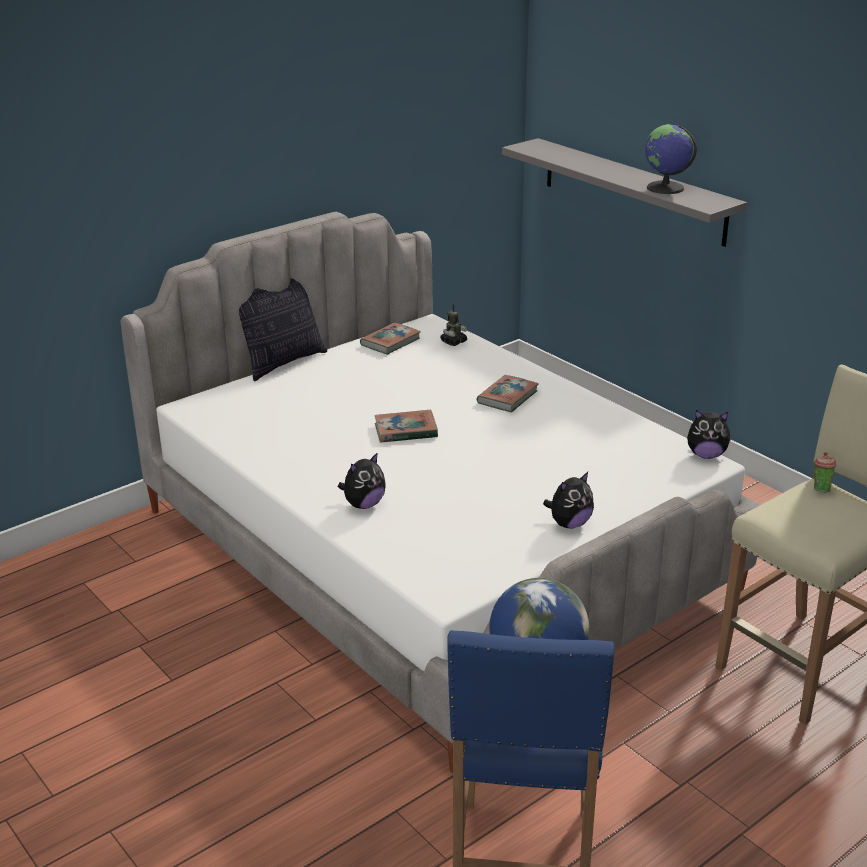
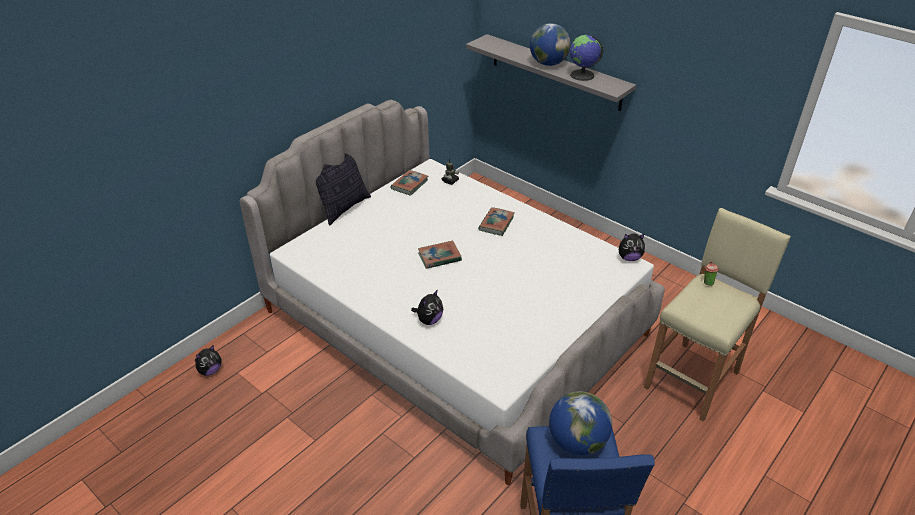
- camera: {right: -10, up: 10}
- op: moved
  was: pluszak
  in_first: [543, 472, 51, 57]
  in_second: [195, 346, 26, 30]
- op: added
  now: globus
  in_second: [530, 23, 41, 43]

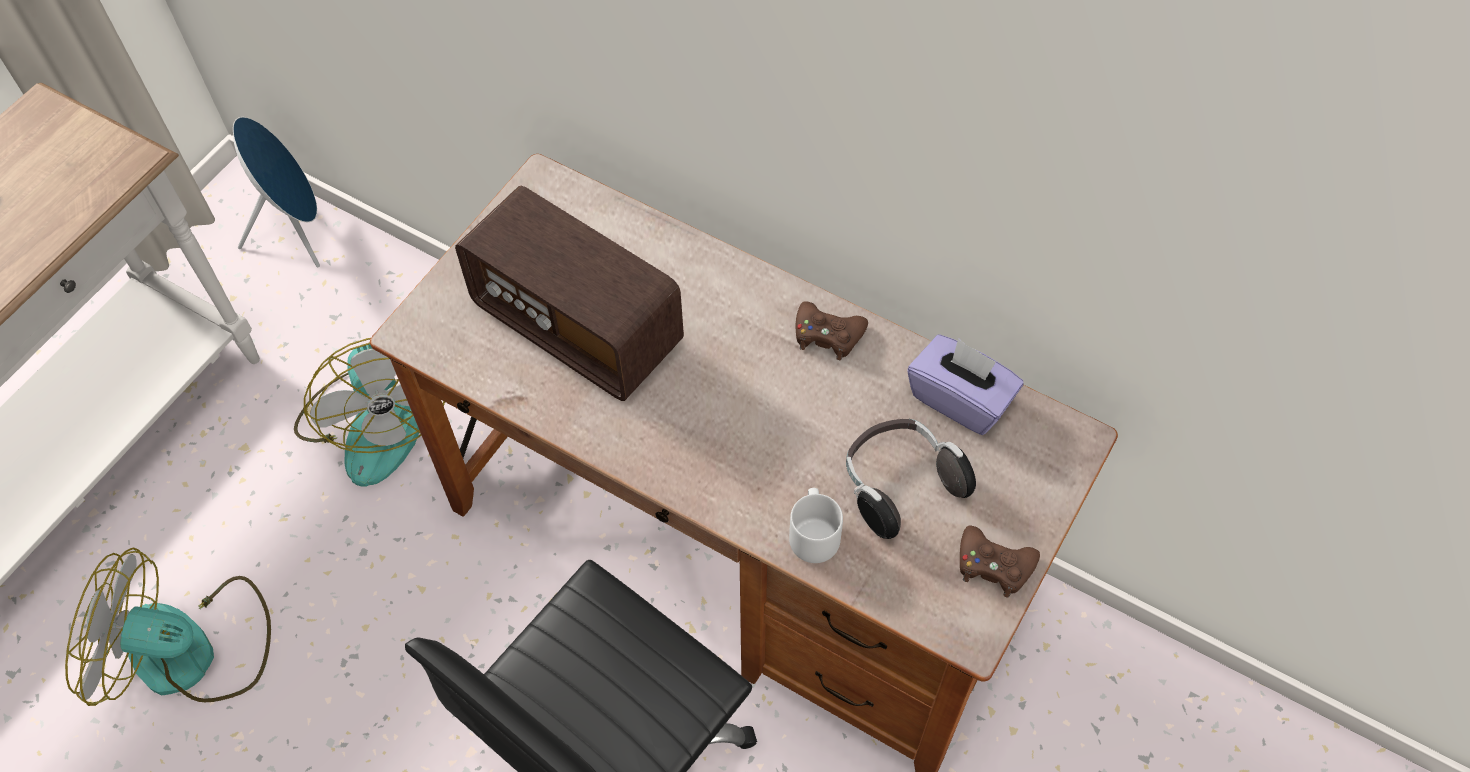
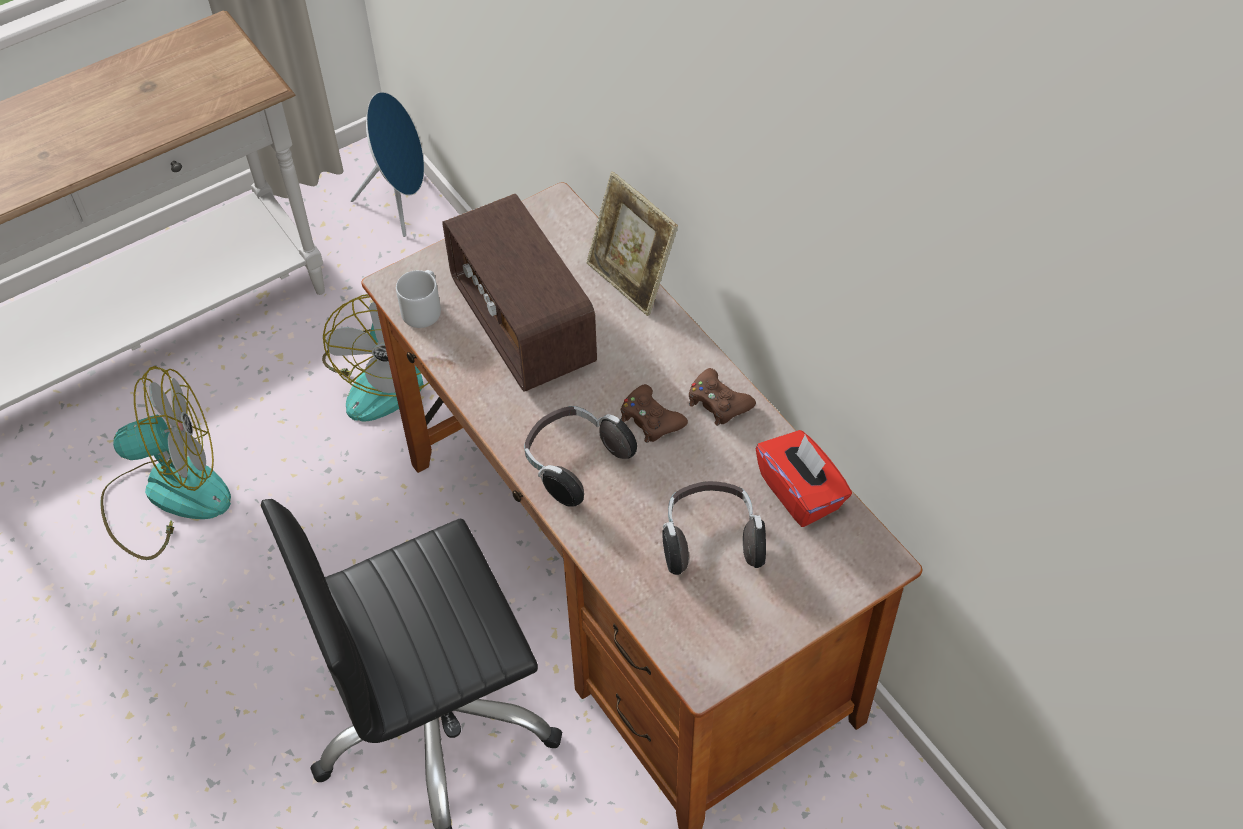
- camera: {right: 25, up: -5}
- op: recoloured
  was: pudełko chusteczek (fioletowy)
  now: pudełko chusteczek (czerwony)
  in_first: [907, 335, 117, 100]
  in_second: [756, 430, 96, 97]
- op: moved
  was: kubek (szary)
  in_first: [789, 488, 54, 75]
  in_second: [396, 270, 45, 58]
- op: moved
  was: pad do gier (brązowy)
  in_first: [960, 526, 80, 72]
  in_second: [621, 384, 67, 59]
- op: turned
  was: wentylator
  in_first: [65, 547, 206, 159]
  in_second: [101, 366, 130, 194]
  clockwise: 135
- op: added
  now: ramka na zdjęcie
  in_second: [586, 172, 92, 144]
- op: added
  now: słuchawki
  in_second: [524, 406, 113, 101]

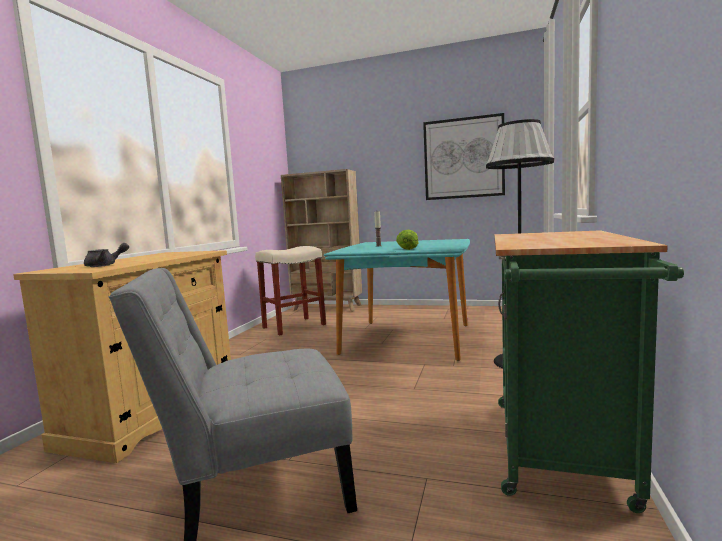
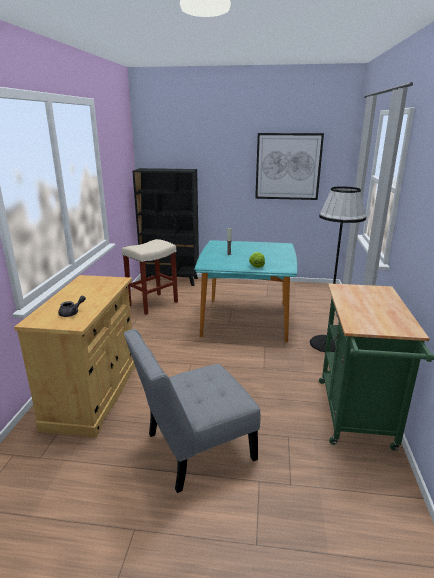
- camera: {right: -10, up: 15}
- op: recoloured
  was: regał (beżowy)
  now: regał (czarny)
  in_first: [281, 169, 81, 143]
  in_second: [132, 168, 67, 118]

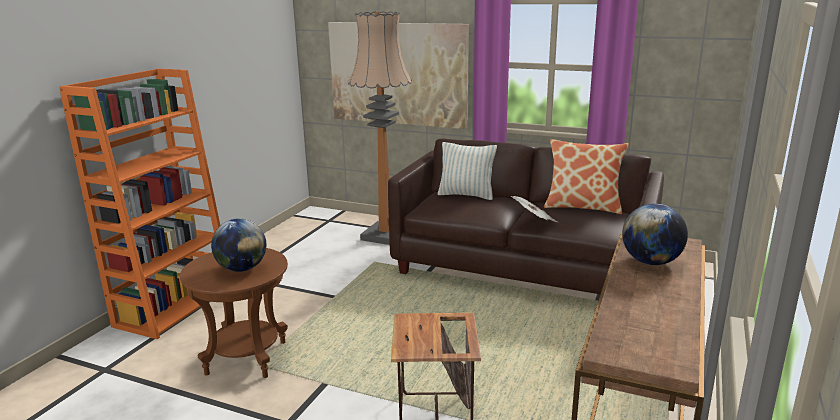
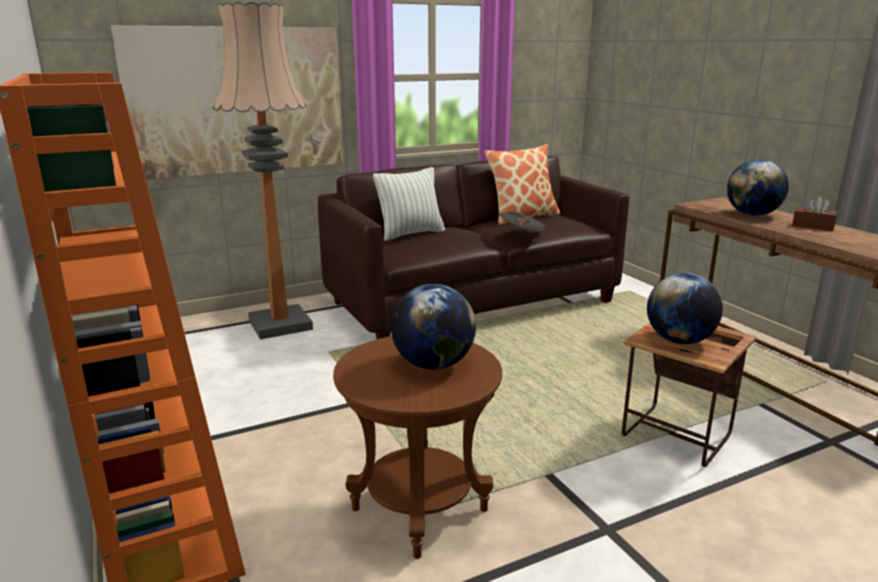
- camera: {right: -50, up: 0}
- op: added
  now: pudełko chusteczek (brązowy)
  in_second: [792, 196, 45, 35]
- op: added
  now: globus
  in_second: [647, 273, 76, 71]

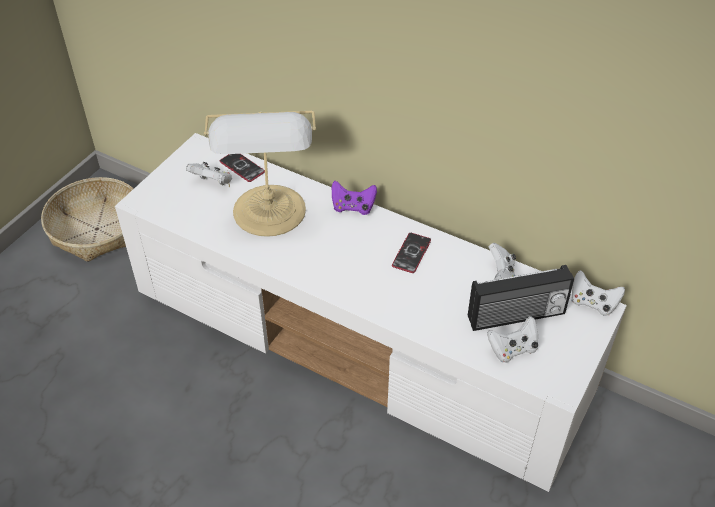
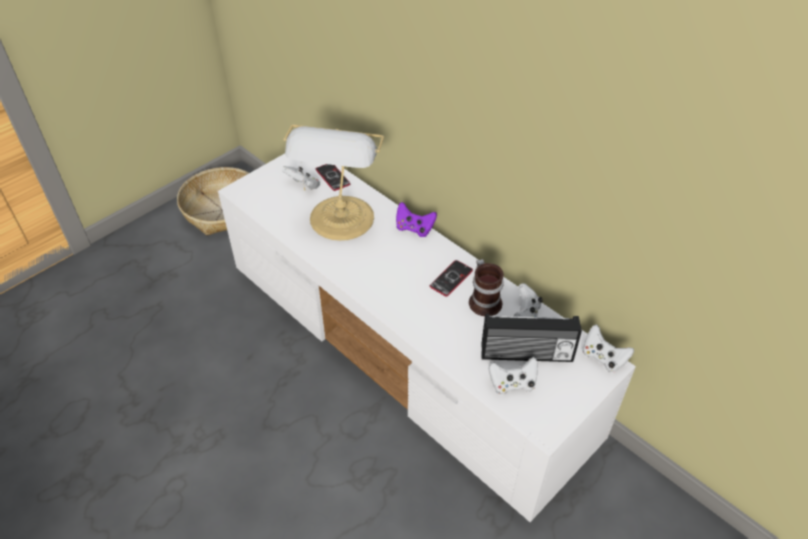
- camera: {right: 15, up: 0}
- op: added
  now: kubek
  in_second: [469, 259, 35, 57]

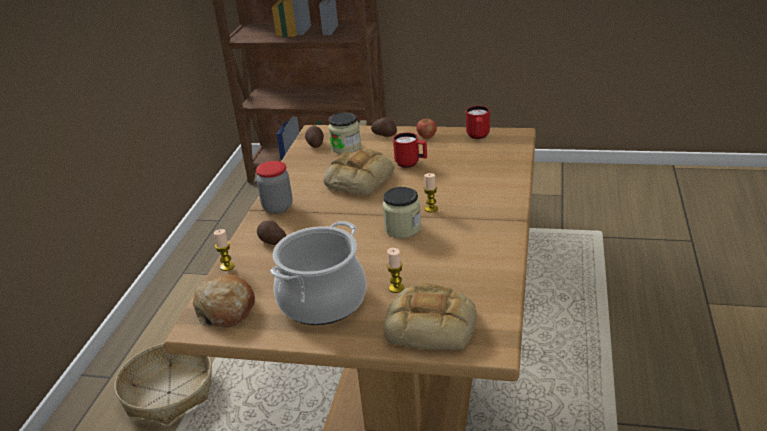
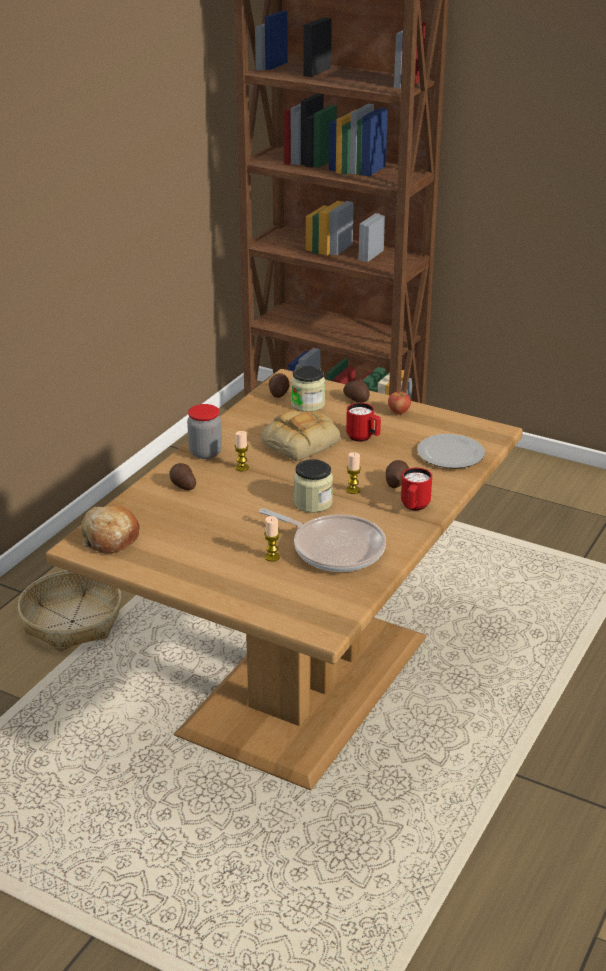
- camera: {right: 15, up: 0}
- op: moved
  was: kubek (czerwony)
  in_first: [466, 106, 24, 33]
  in_second: [401, 468, 31, 42]
- op: removed
  was: garnek
  in_first: [270, 221, 96, 104]
- op: moved
  was: świeca
  in_first: [214, 229, 20, 42]
  in_second: [235, 431, 14, 40]
- op: removed
  was: chleb
  in_first: [384, 283, 93, 68]
- op: added
  now: talerz
  in_second: [417, 434, 68, 34]
- op: added
  now: ziemniak
  in_second: [386, 460, 23, 28]
- op: added
  now: patelnia
  in_second: [259, 508, 127, 64]

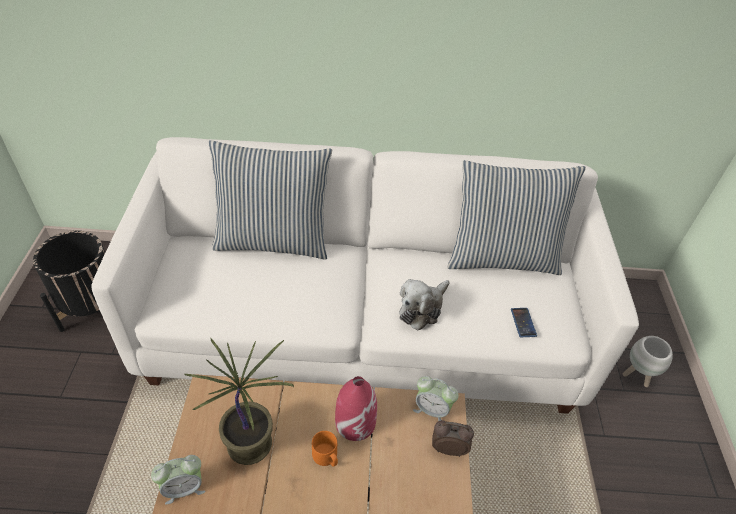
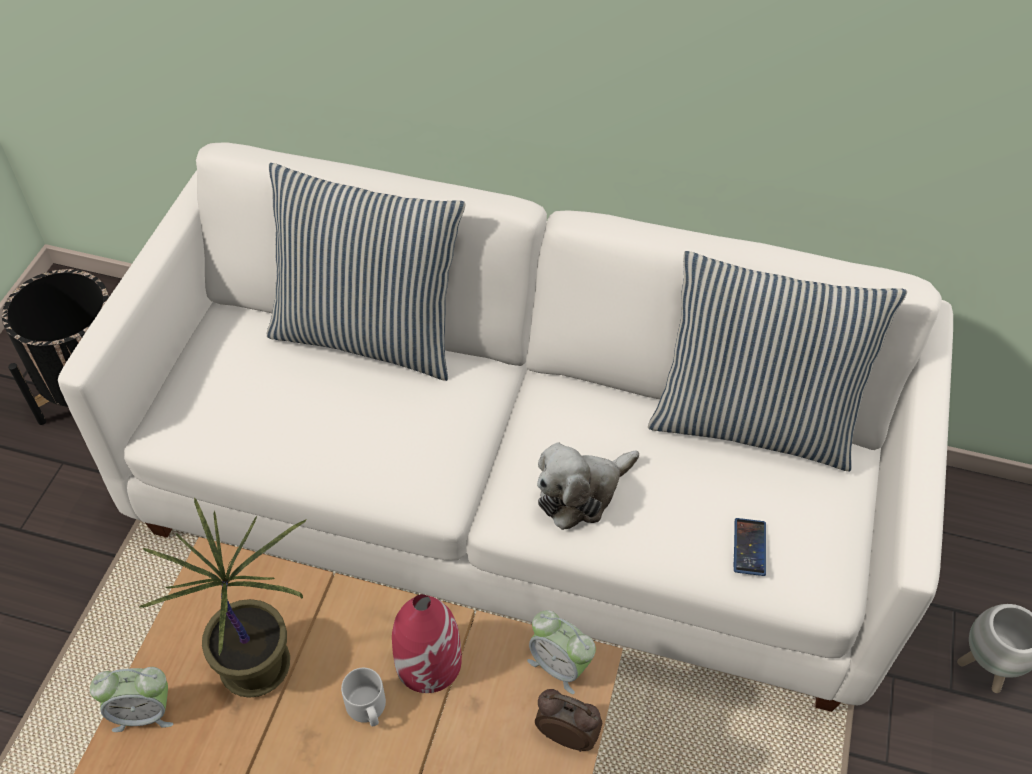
- camera: {right: 15, up: 5}
- op: recoloured
  was: kubek (pomarańczowy)
  now: kubek (szary)
  in_first: [312, 431, 26, 36]
  in_second: [341, 668, 45, 58]

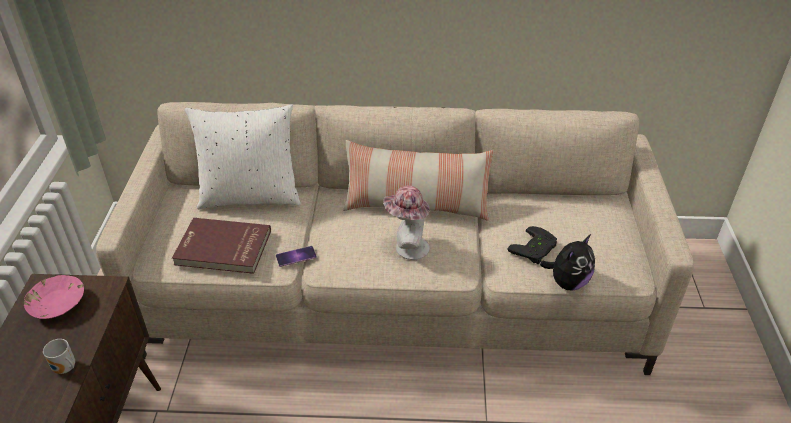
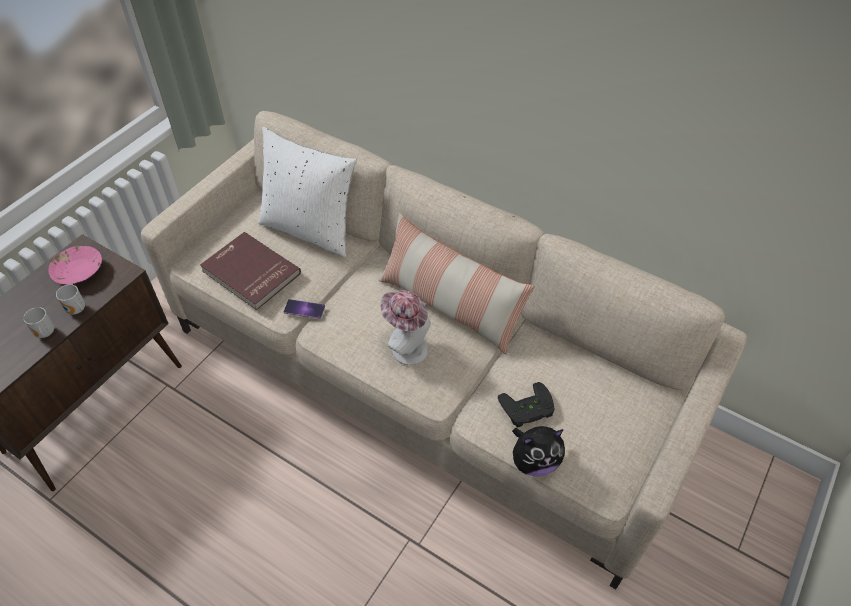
- camera: {right: 30, up: 10}
- op: added
  now: kubek
  in_second: [56, 284, 29, 31]

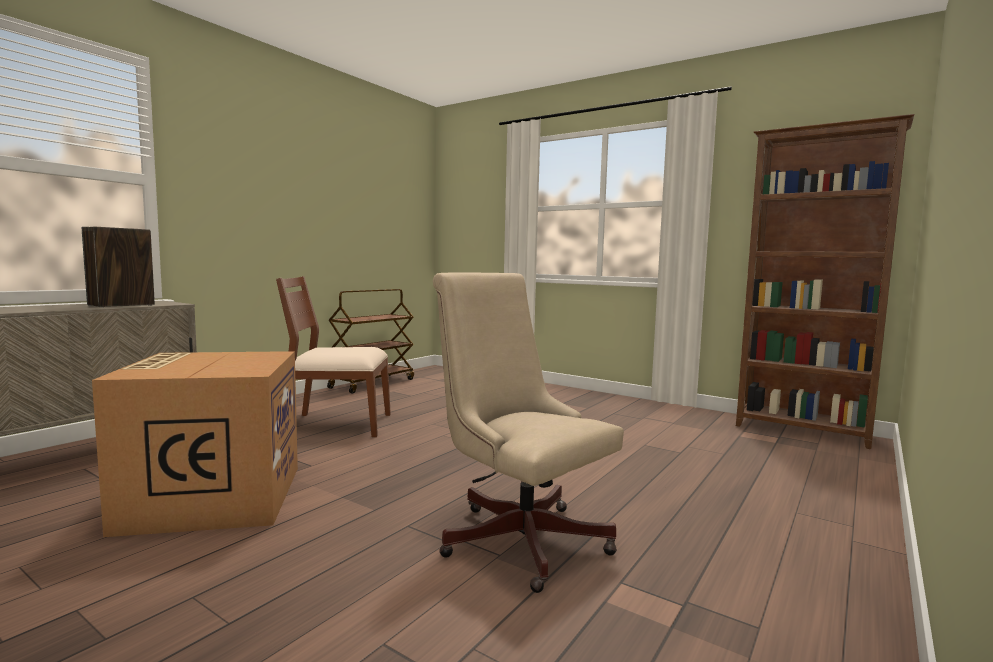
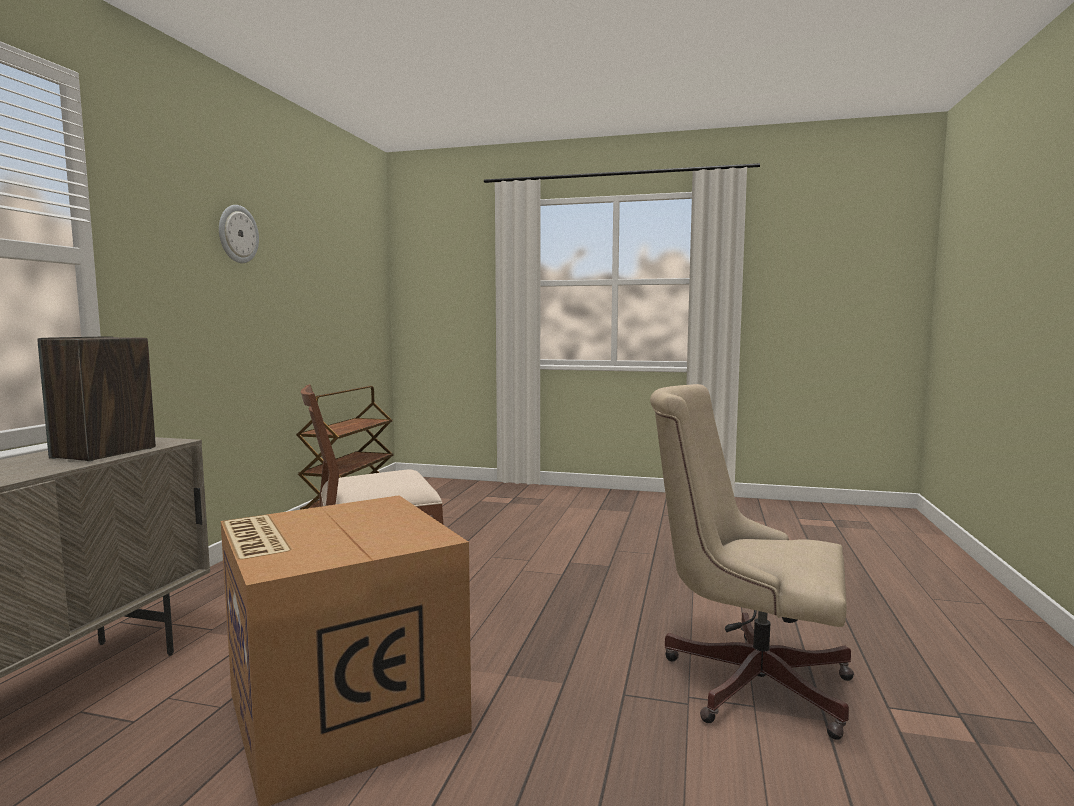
- camera: {right: -20, up: 0}
- op: removed
  was: regał (brązowy)
  in_first: [736, 114, 179, 335]
- op: added
  now: zegar ścienny
  in_second: [219, 205, 40, 58]

